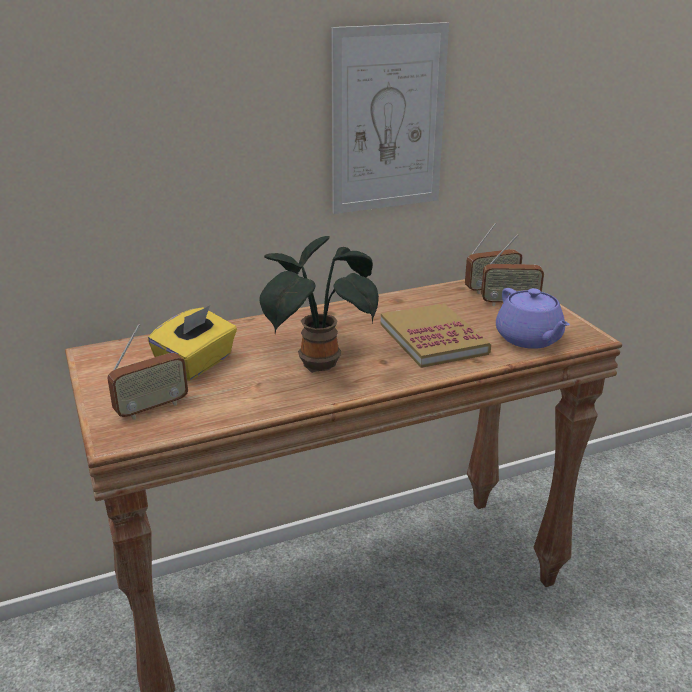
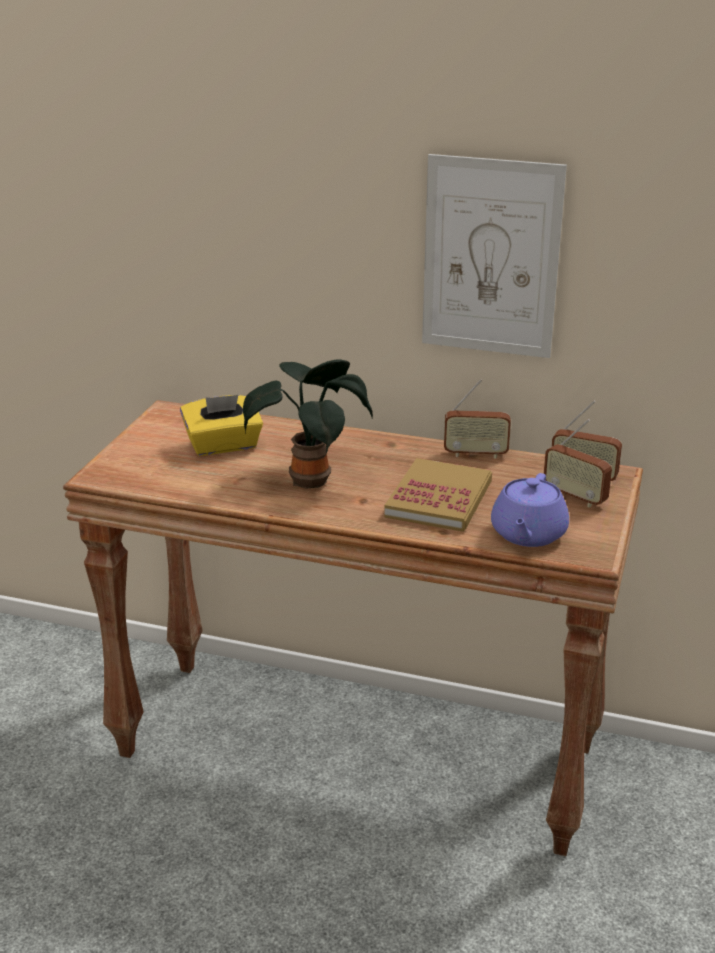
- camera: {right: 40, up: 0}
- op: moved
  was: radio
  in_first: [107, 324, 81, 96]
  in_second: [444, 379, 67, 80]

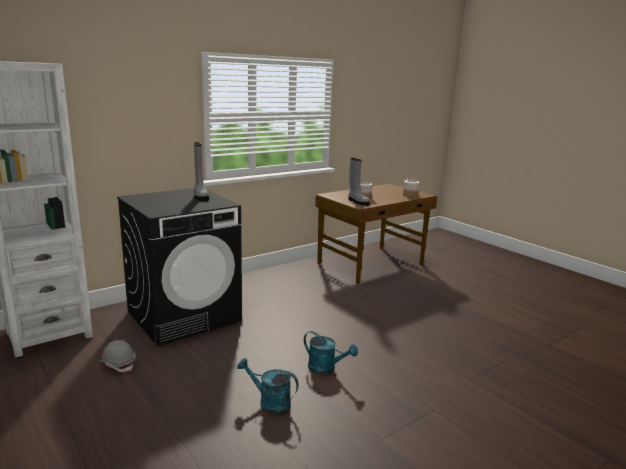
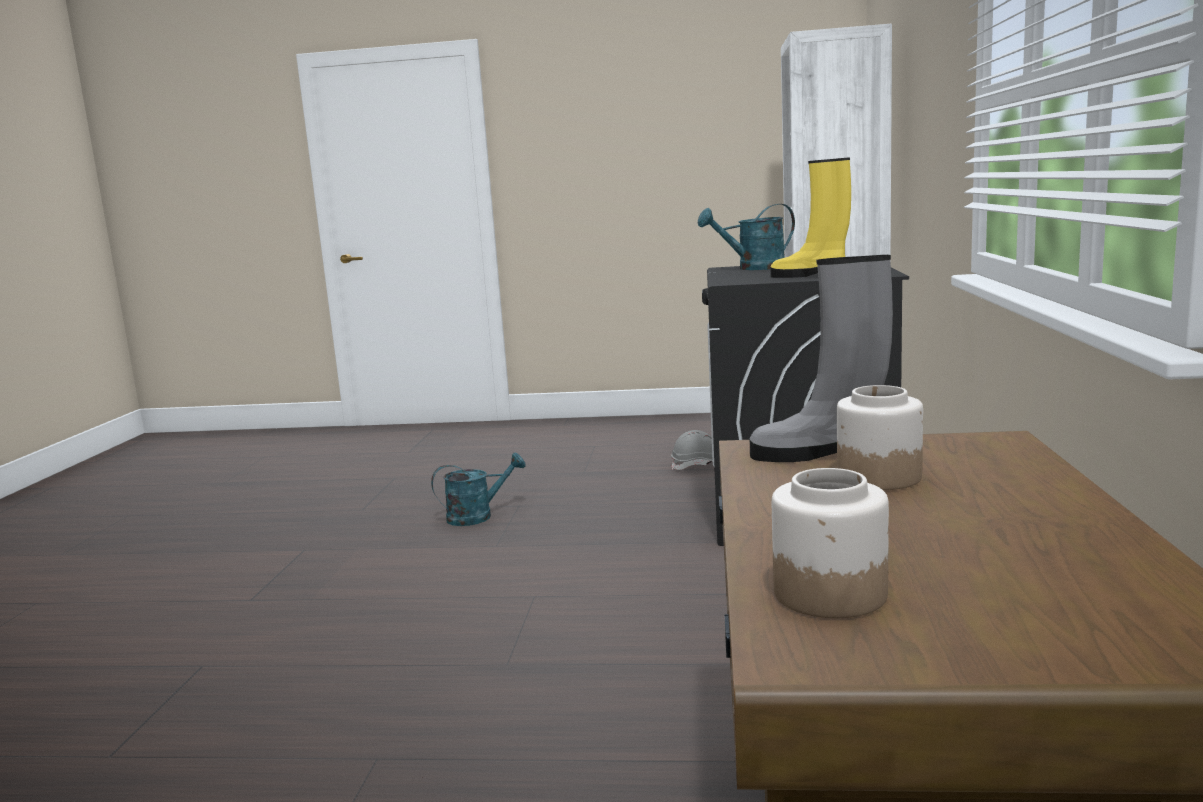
- camera: {right: 135, up: -5}
- op: recoloured
  was: but z cholewką (szary)
  now: but z cholewką (żółty)
  in_first: [194, 142, 15, 59]
  in_second: [770, 157, 81, 121]
- op: moved
  was: konewka (turkusowy)
  in_first: [304, 331, 54, 43]
  in_second: [698, 204, 97, 66]

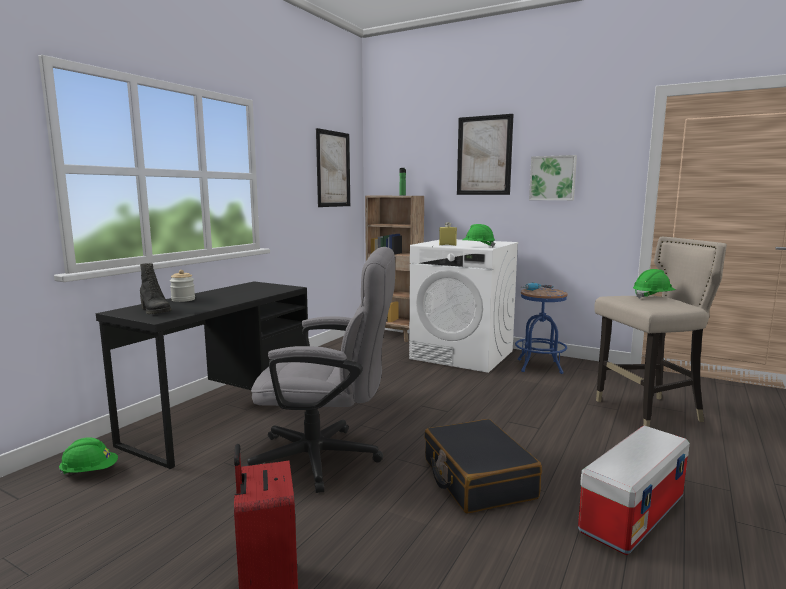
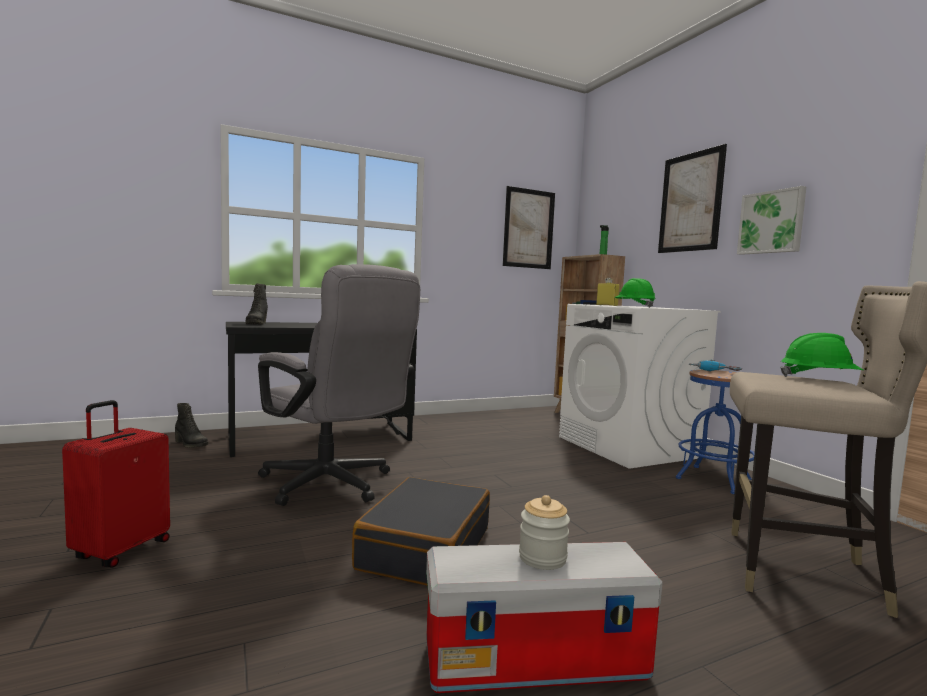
- camera: {right: 35, up: -5}
- op: moved
  was: słoik
  in_first: [170, 270, 25, 32]
  in_second: [519, 495, 51, 75]
- op: replaced
  was: kask (zielony)
  now: but z cholewką (czarny)
  in_first: [59, 437, 59, 38]
  in_second: [175, 403, 34, 45]

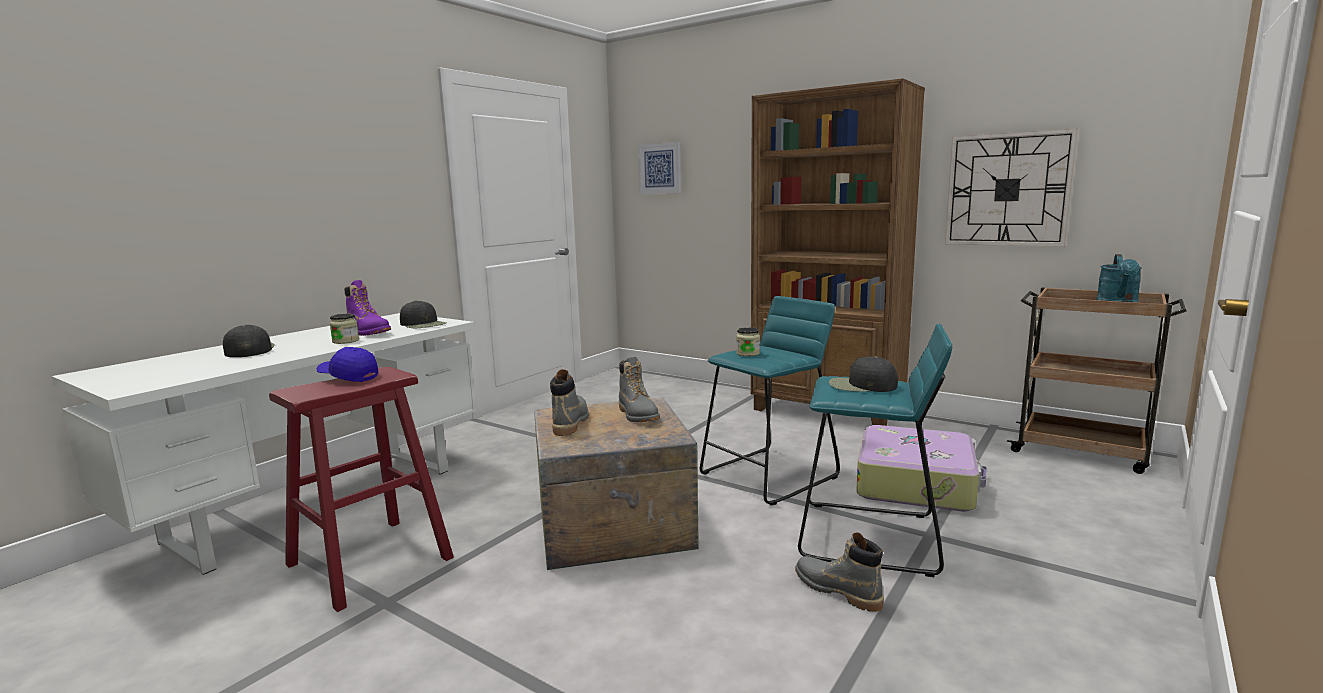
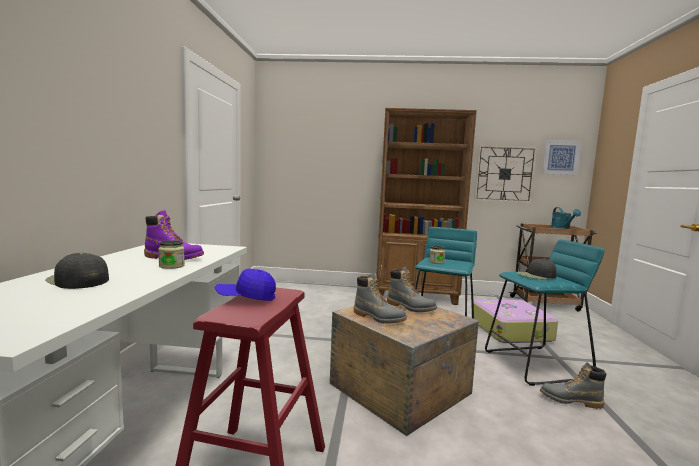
- camera: {right: -30, up: -5}
- op: moved
  was: obraz
  in_first: [638, 142, 43, 52]
  in_second: [542, 140, 40, 35]
- op: removed
  was: czapka z daszkiem (czarny)
  in_first: [400, 300, 47, 28]
- op: turned
  was: but z cholewką (szary)
  in_first: [550, 369, 39, 67]
  in_second: [354, 273, 53, 51]
  clockwise: 150

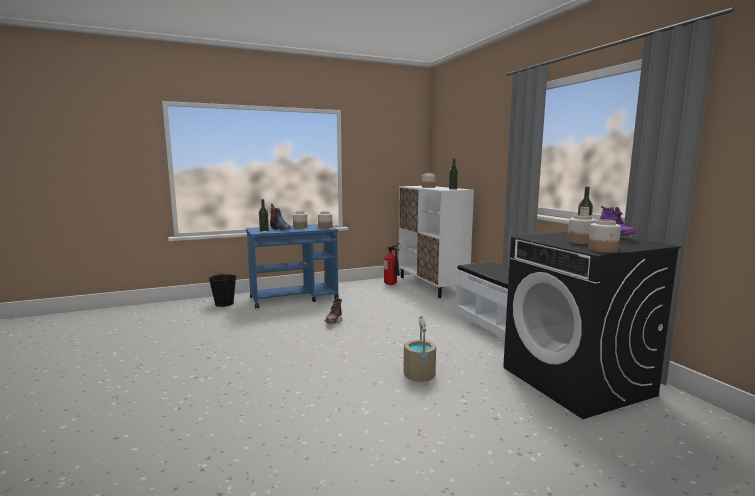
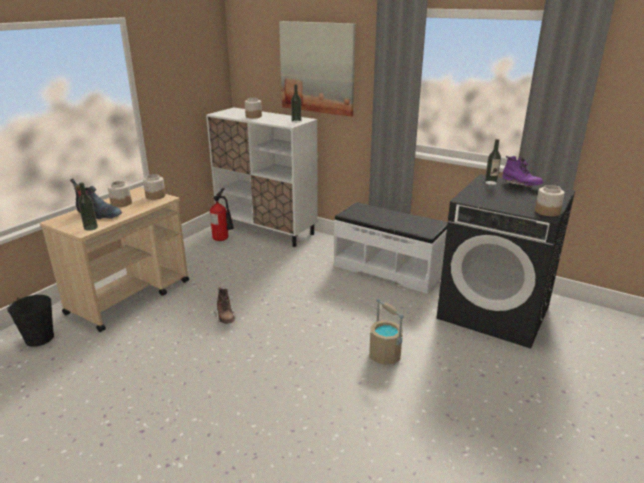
- camera: {right: -35, up: 15}
- op: removed
  was: słoik
  in_first: [567, 215, 29, 30]
- op: recoloured
  was: wózek (niebieski)
  now: wózek (beżowy)
  in_first: [246, 224, 93, 85]
  in_second: [40, 187, 149, 145]
- op: added
  now: obraz
  in_second: [279, 21, 77, 95]

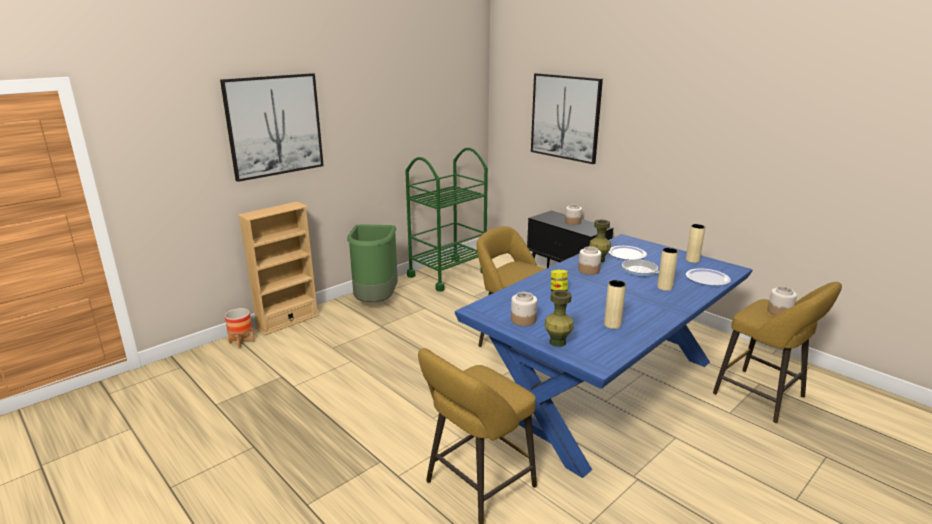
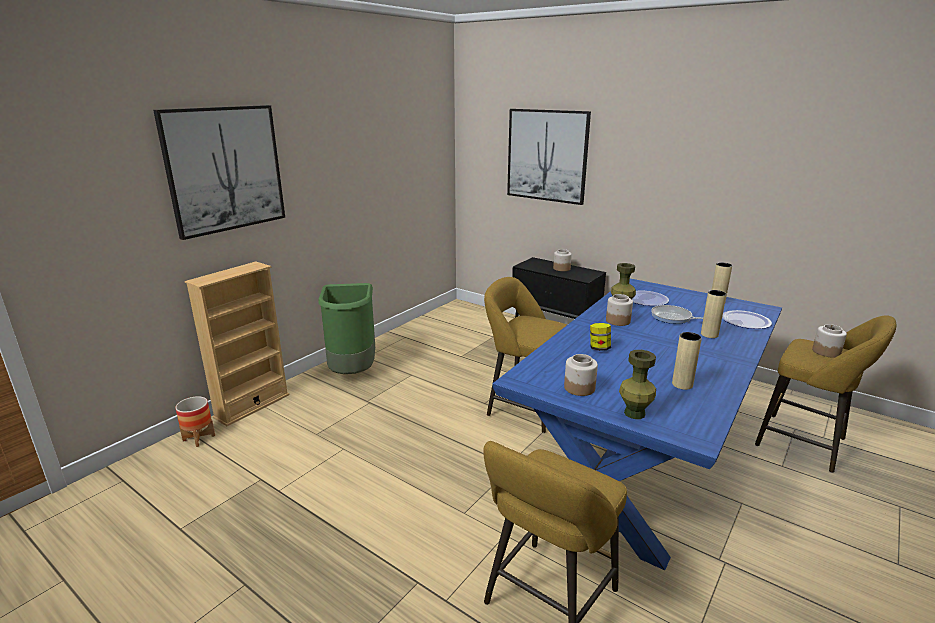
- camera: {right: -10, up: 0}
- op: removed
  was: wózek (zielony)
  in_first: [405, 148, 83, 144]

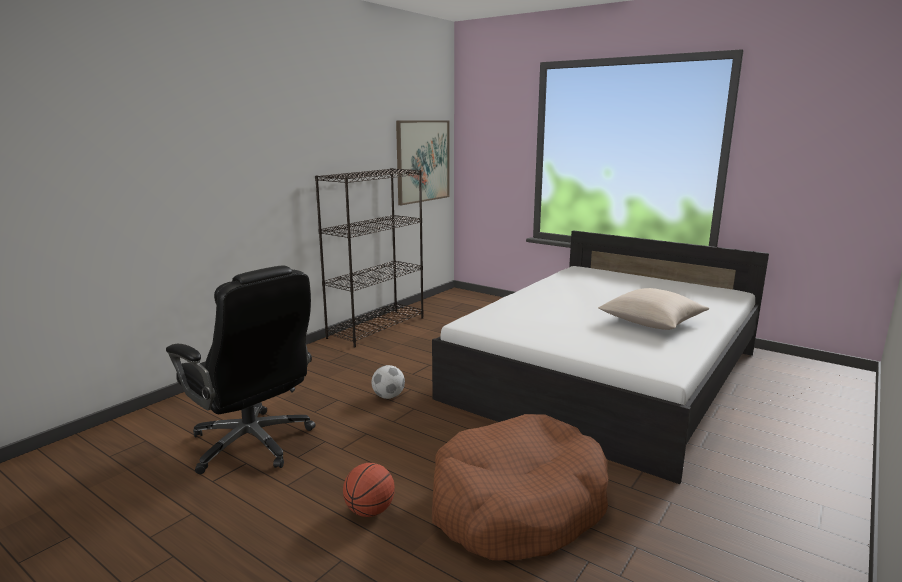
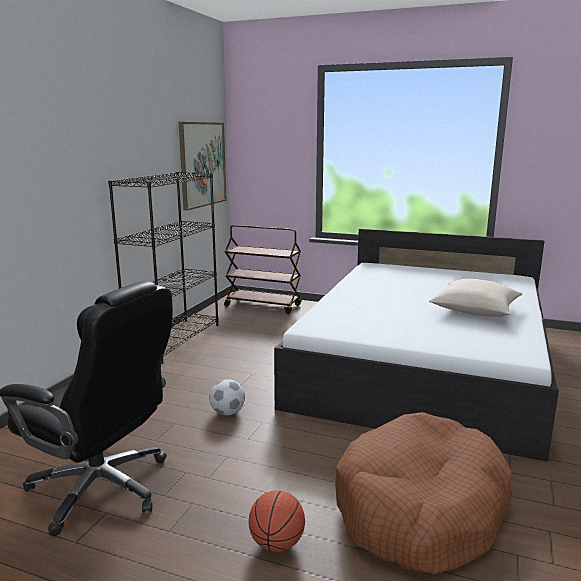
- camera: {right: -15, up: 0}
- op: added
  now: wózek (brązowy)
  in_second: [224, 225, 78, 89]

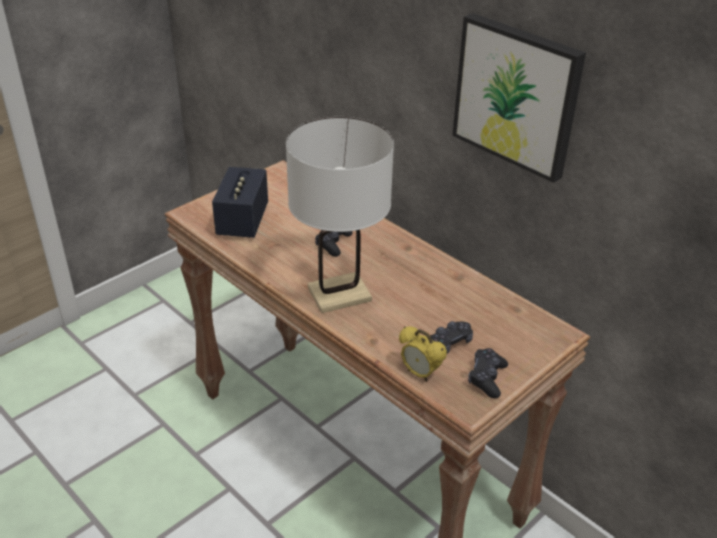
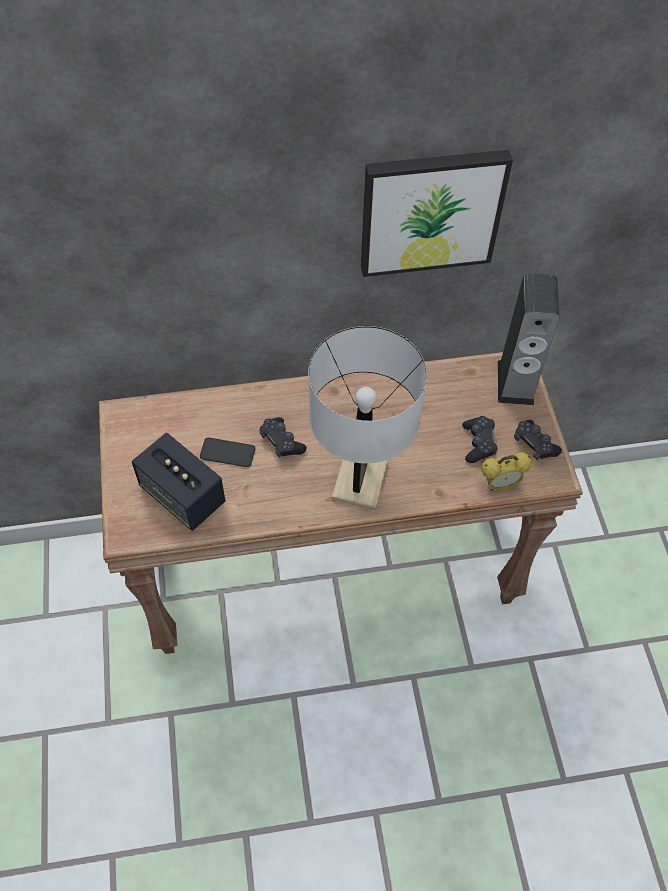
- camera: {right: -55, up: 20}
- op: added
  now: głośnik
  in_second: [498, 273, 61, 132]
- op: added
  now: telefon
  in_second: [200, 437, 56, 30]

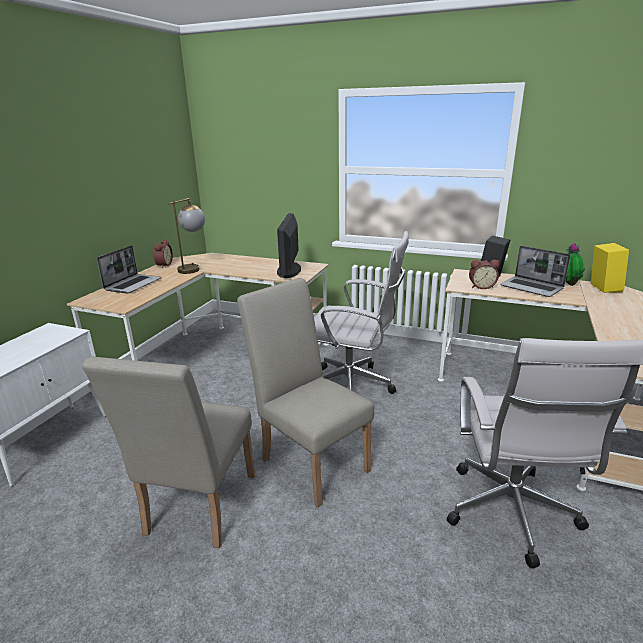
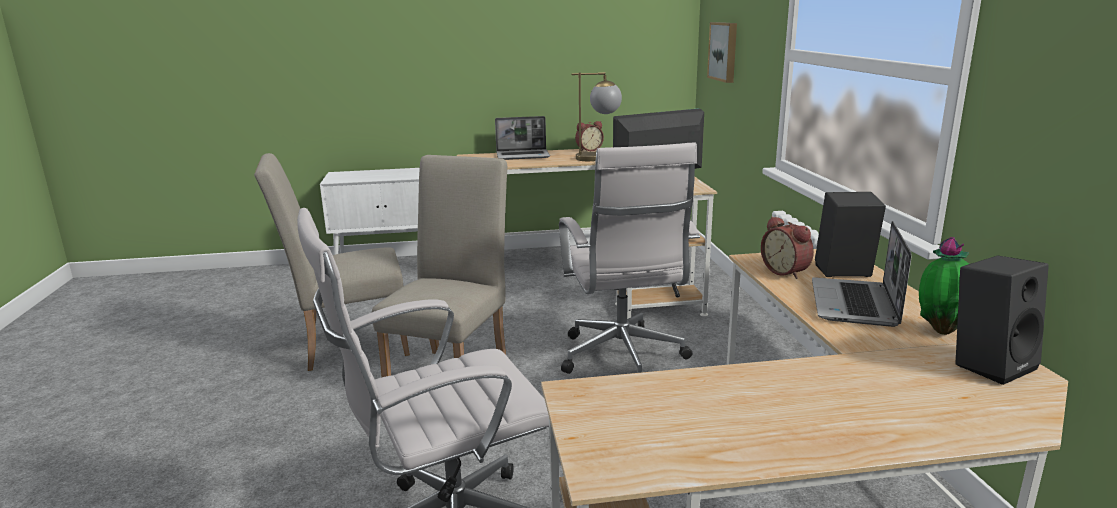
- camera: {right: 60, up: -5}
- op: recoloured
  was: głośnik (żółty)
  now: głośnik (czarny)
  in_first: [591, 243, 38, 50]
  in_second: [955, 255, 94, 130]
- op: added
  now: obraz
  in_second: [707, 22, 30, 61]

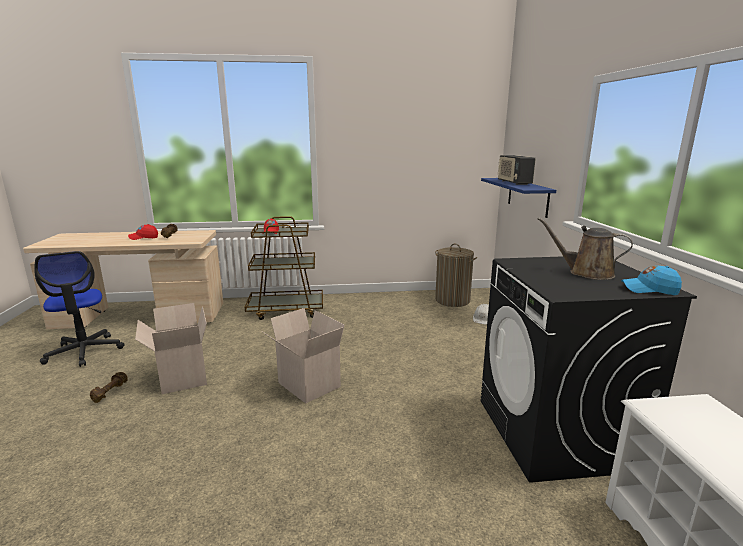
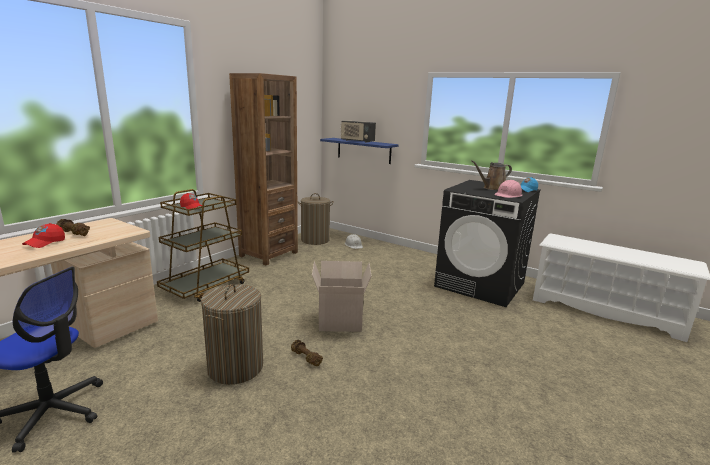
- camera: {right: -50, up: 0}
- op: replaced
  was: karton
  now: kosz na pranie
  in_first: [135, 303, 72, 91]
  in_second: [201, 284, 62, 101]
- op: moved
  was: hantel (brązowy)
  in_first: [90, 372, 38, 31]
  in_second: [291, 340, 32, 26]
- op: added
  now: regał (brązowy)
  in_second: [229, 73, 69, 192]
- op: added
  now: kask (różowy)
  in_second: [494, 180, 28, 18]

